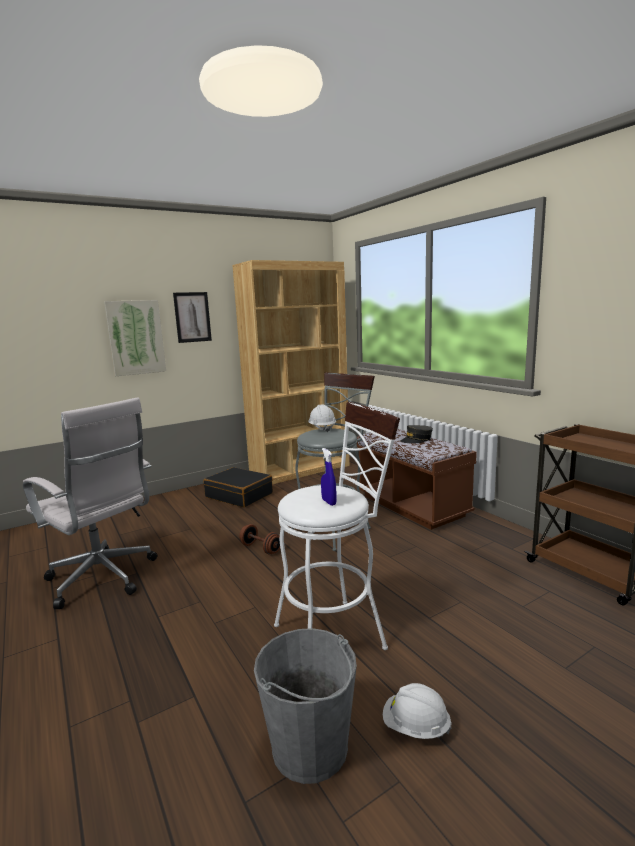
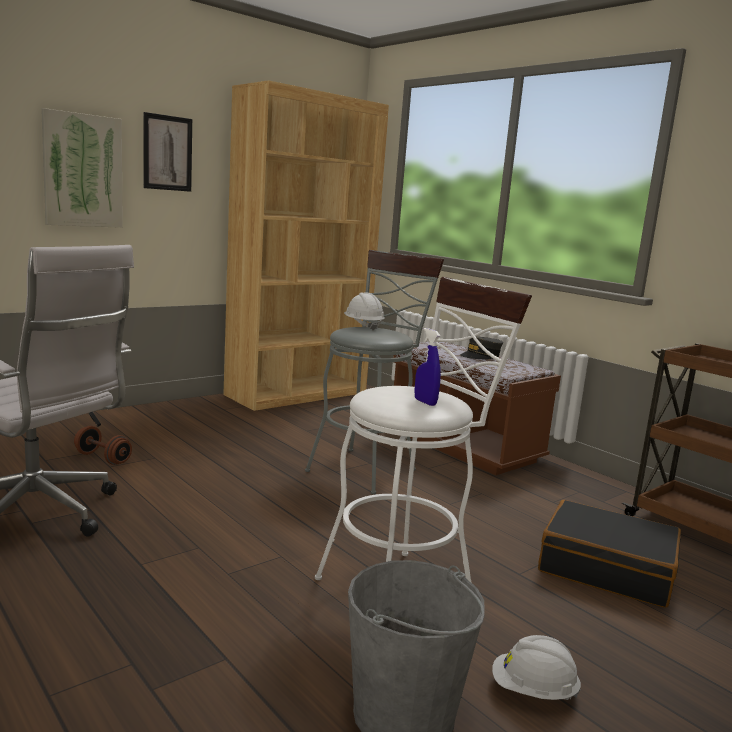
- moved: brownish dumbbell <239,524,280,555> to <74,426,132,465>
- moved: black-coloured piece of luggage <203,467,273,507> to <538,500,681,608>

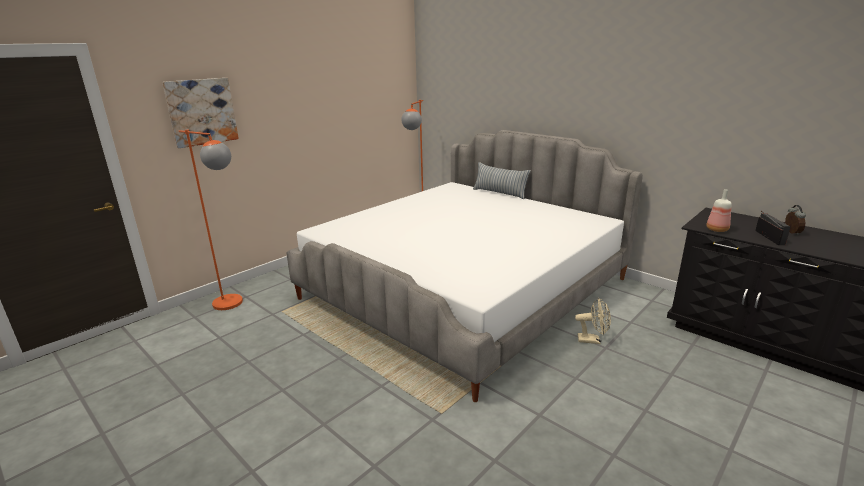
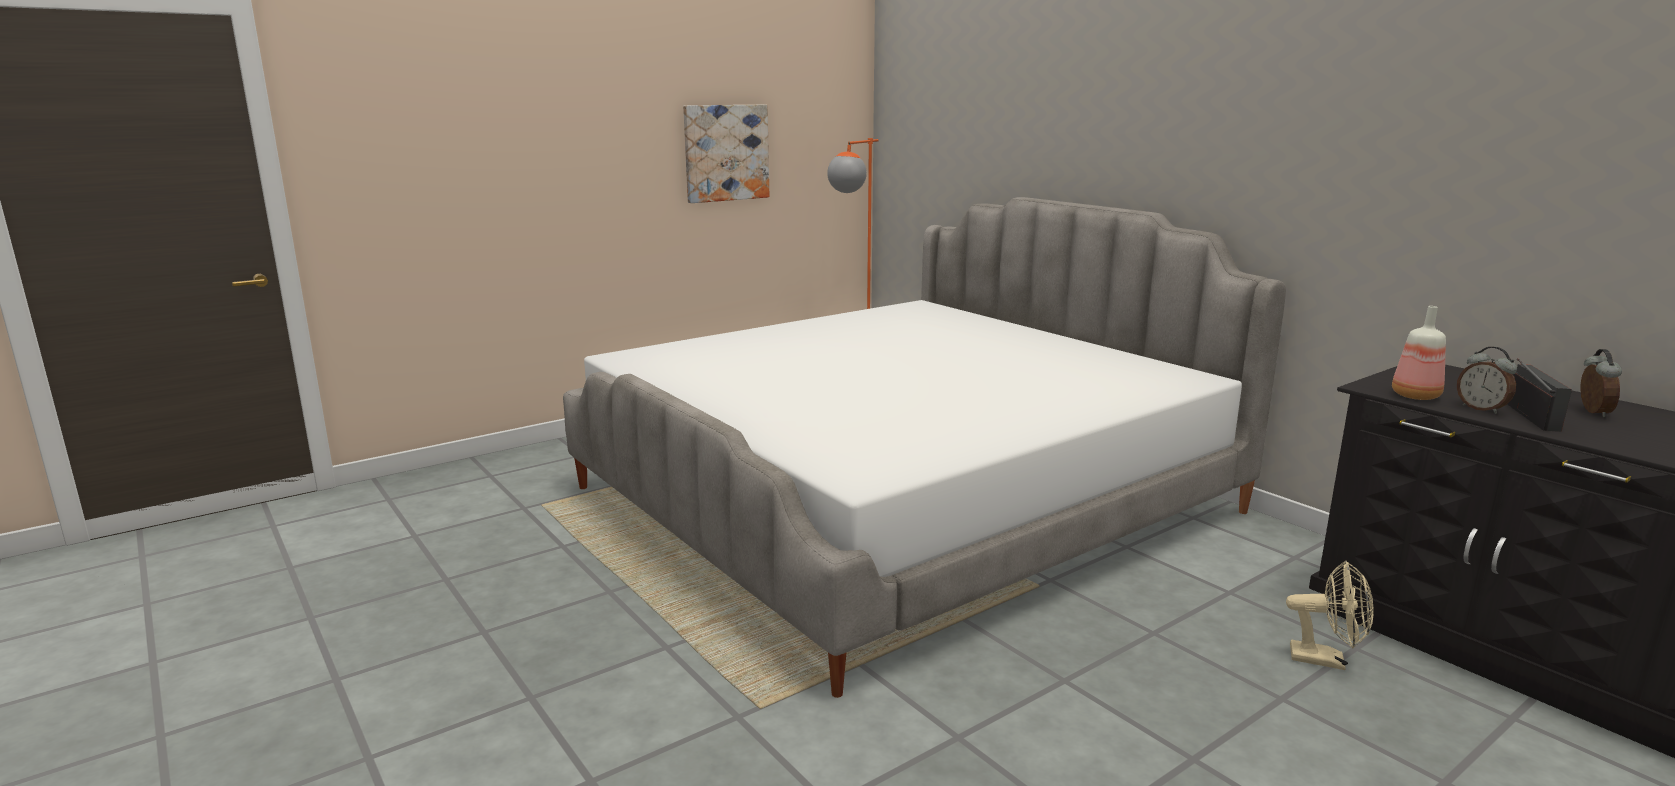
- moved: wall art <162,78,239,148> to <683,105,769,203>
- moved: beige cooling fan <575,298,611,344> to <1286,561,1374,670>
- added: alarm clock <1457,347,1517,414>
- removed: orange-coloured standing lamp <179,130,243,310>
- removed: cushion <473,162,531,199>

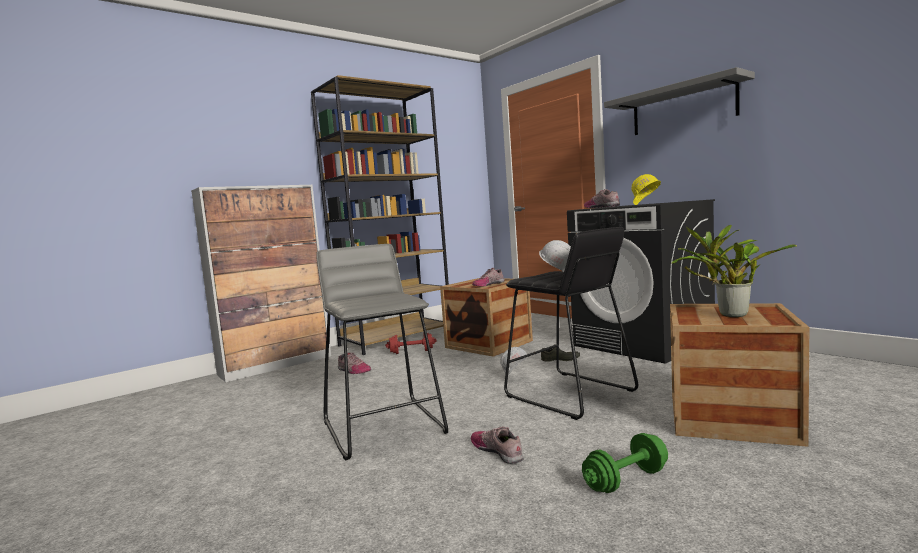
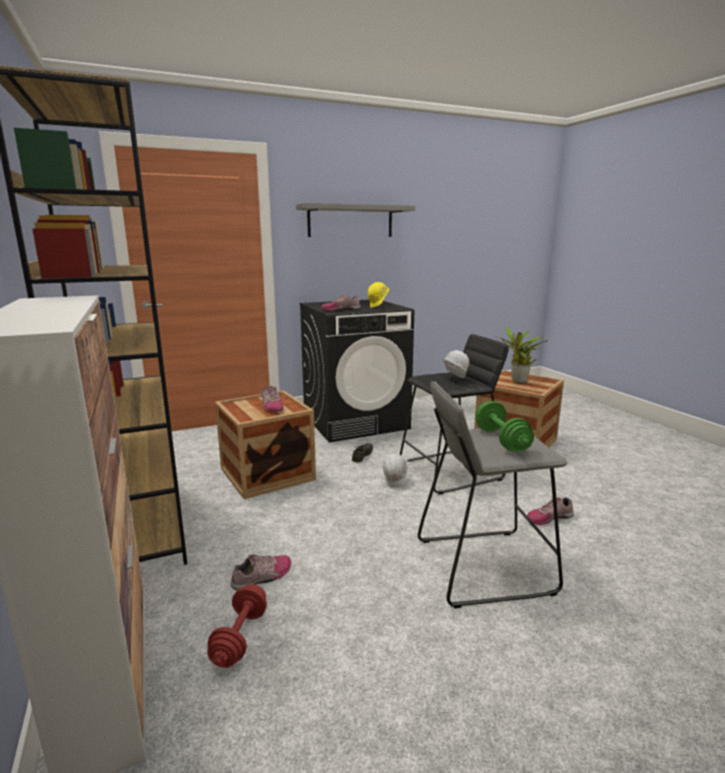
- moved: red-coloured dumbbell <385,332,437,354> to <207,584,267,668>
- moved: green-coloured dumbbell <582,433,668,493> to <476,401,534,452>

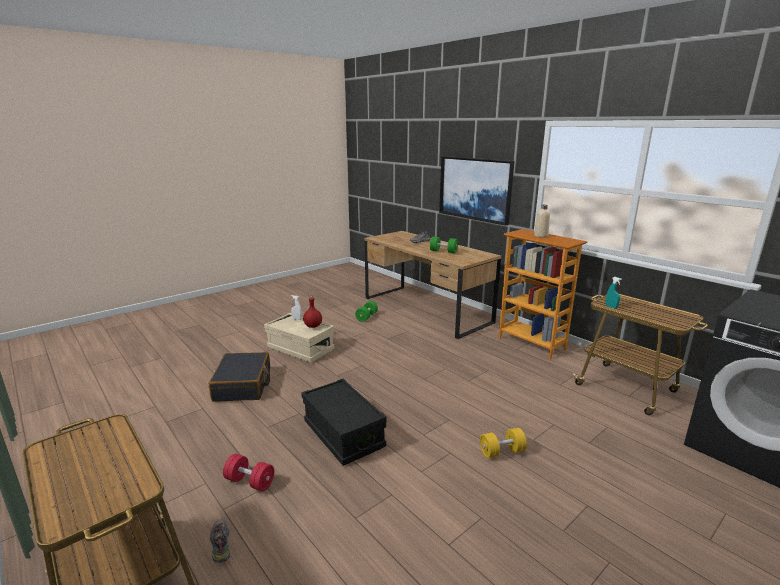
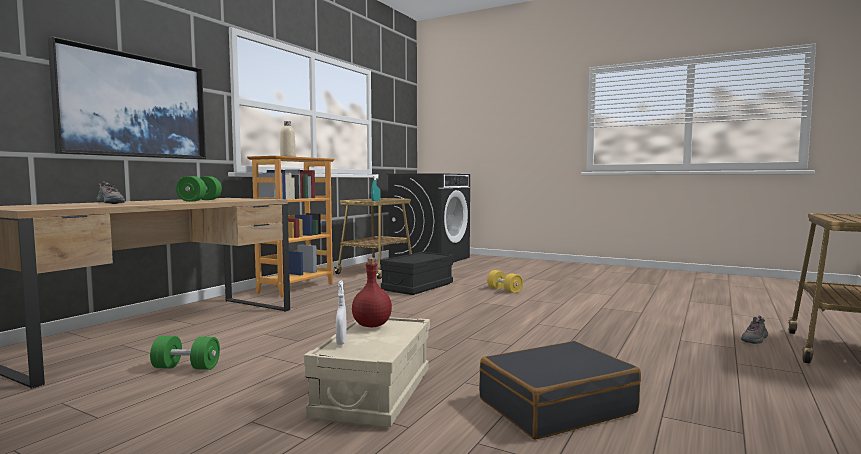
- moved: black-coloured storage box <301,379,387,466> to <380,251,454,295>
- removed: red-coloured dumbbell <223,454,274,491>

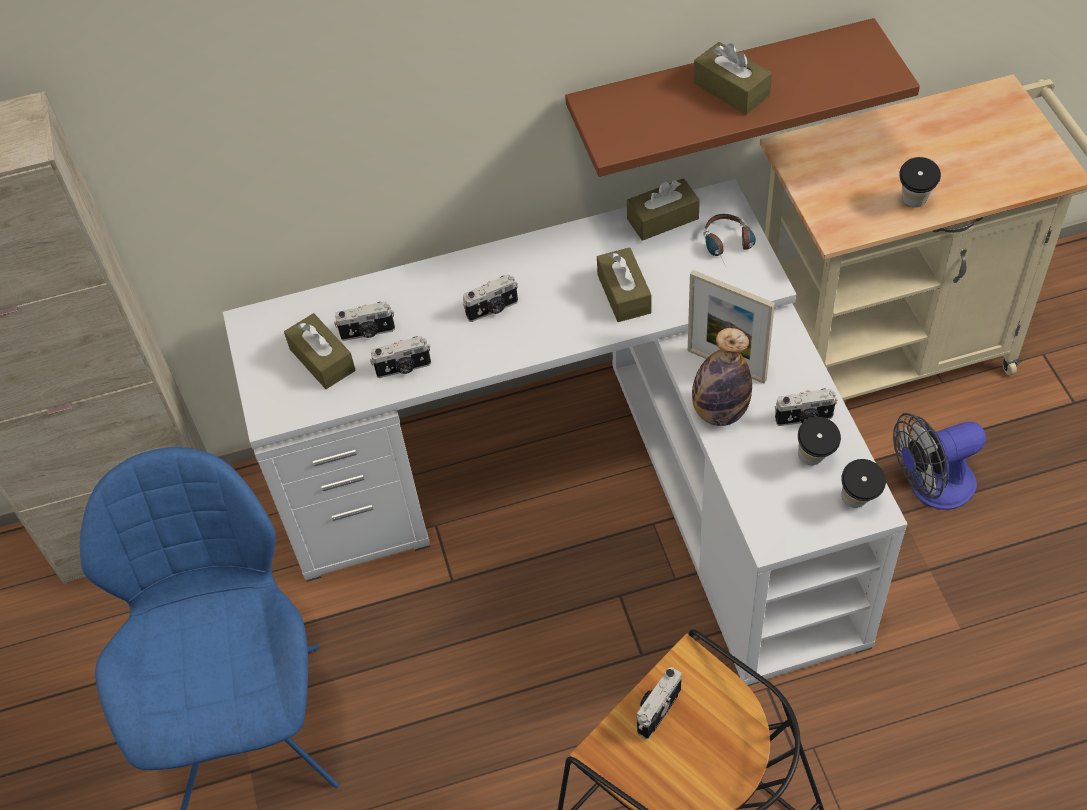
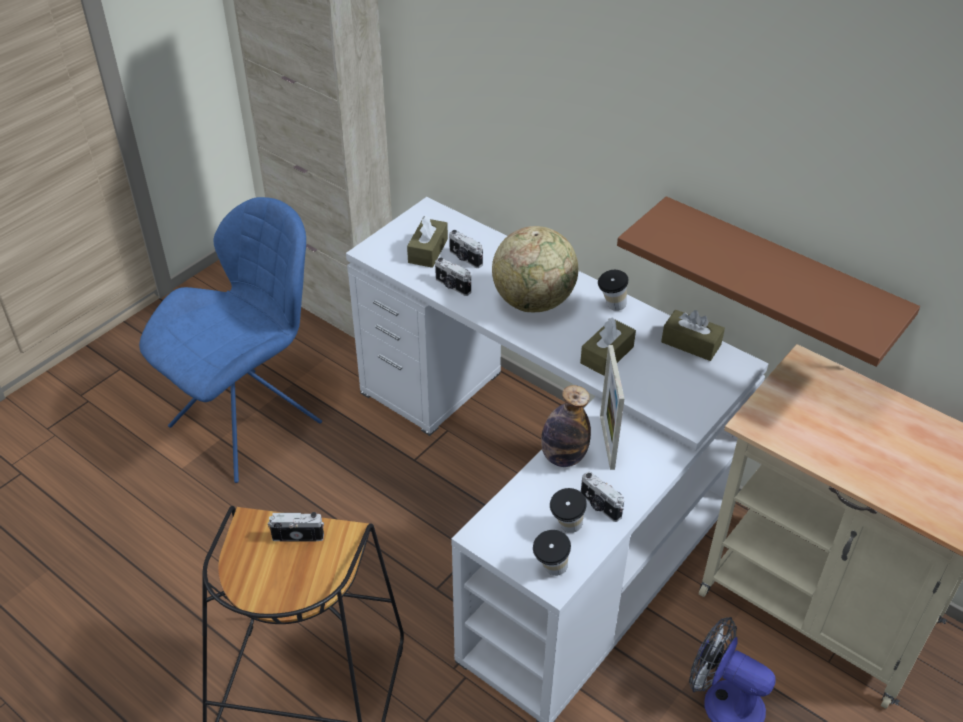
- replaced: still camera <463,274,518,322> to world globe <492,226,578,312>
- moved: cup <899,157,941,208> to <598,270,628,311>
- removed: brownish tissue holder <694,42,772,115>
- removed: headphones <704,214,756,264>

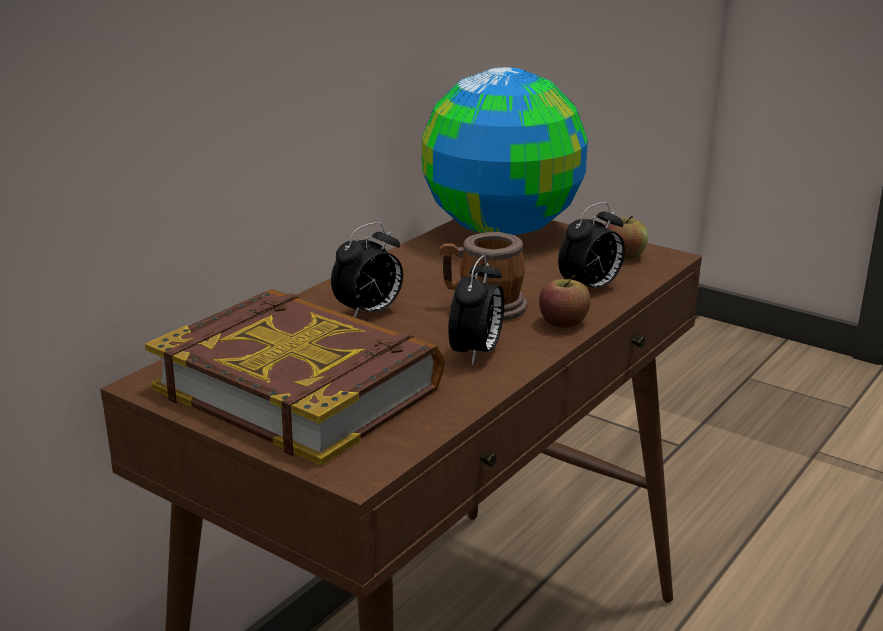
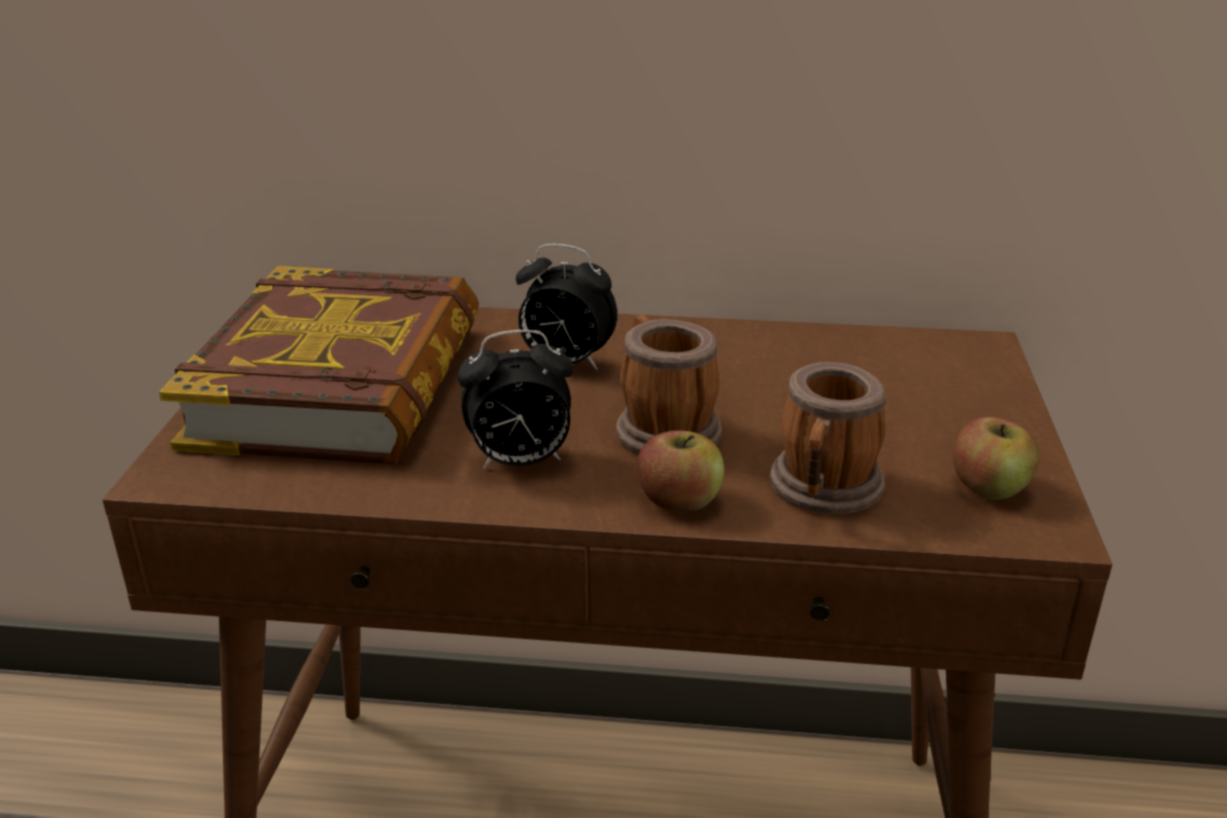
- replaced: alarm clock <558,202,625,288> to coffee mug <770,362,886,514>
- removed: world globe <422,67,588,235>

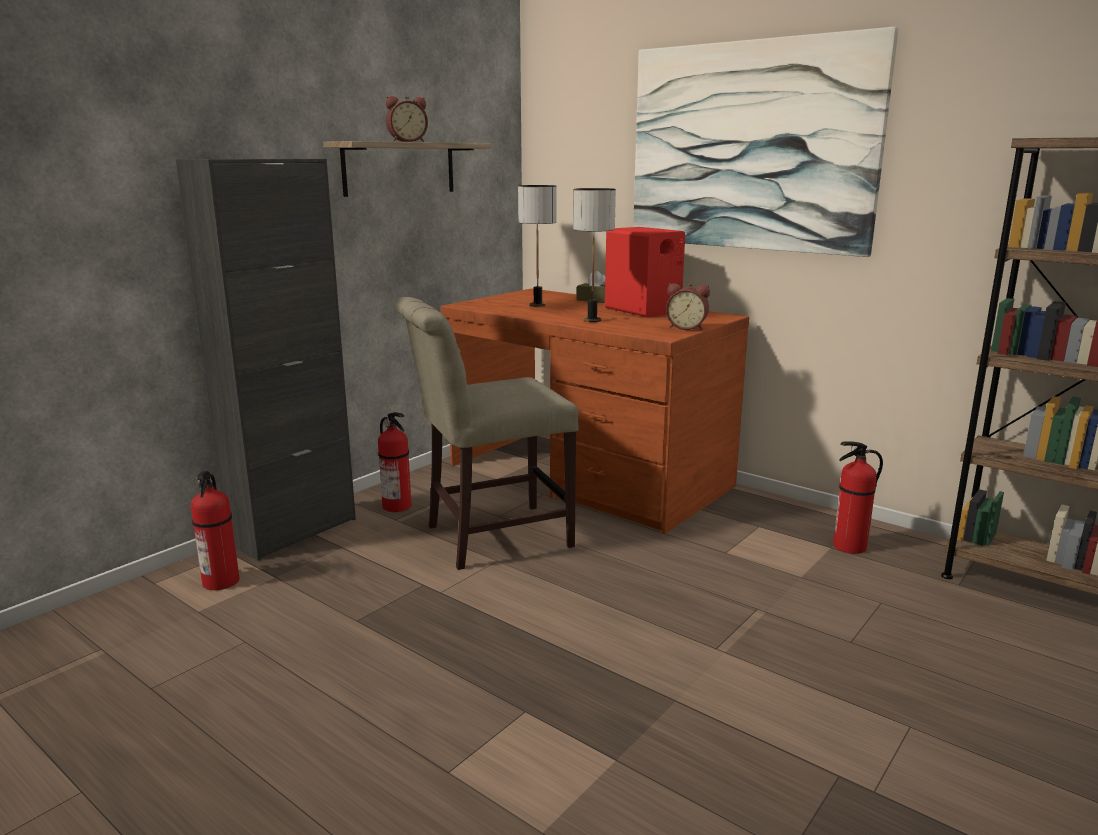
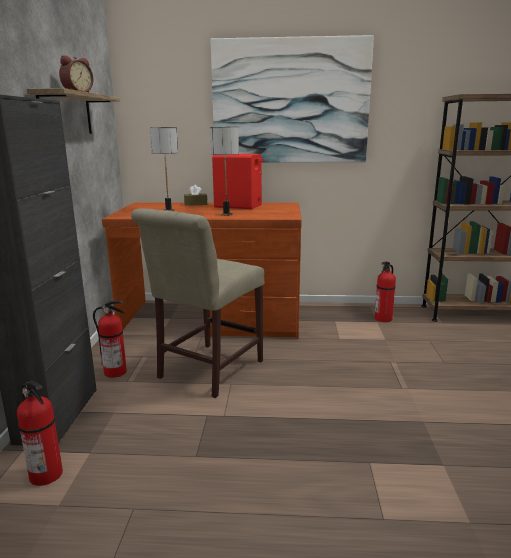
- removed: alarm clock <666,283,710,330>

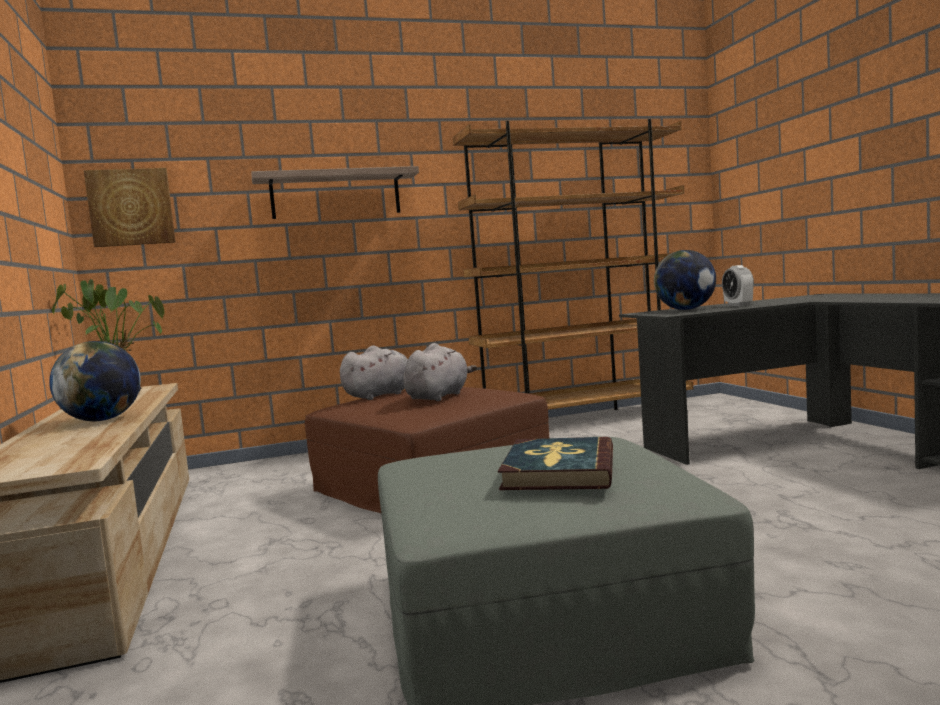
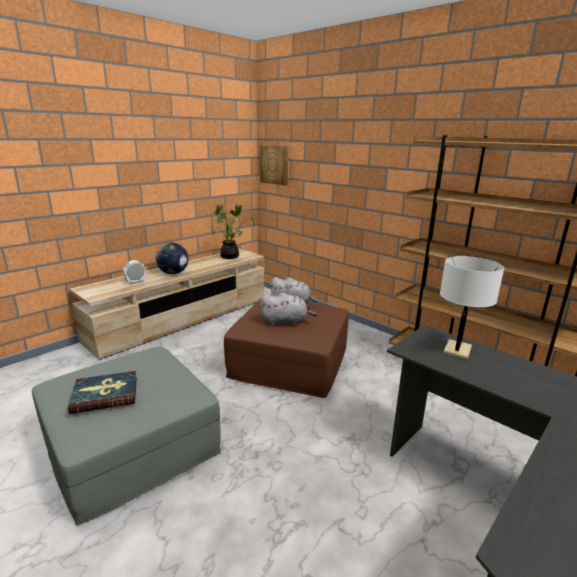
- moved: alarm clock <722,265,754,306> to <123,260,146,284>
- replaced: world globe <654,250,716,310> to white table lamp <440,255,505,360>
- removed: bracket shelf <251,166,419,219>

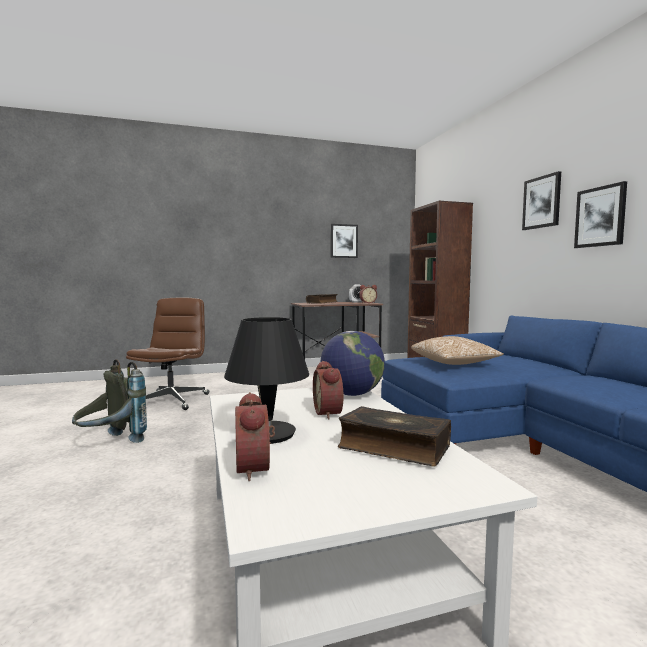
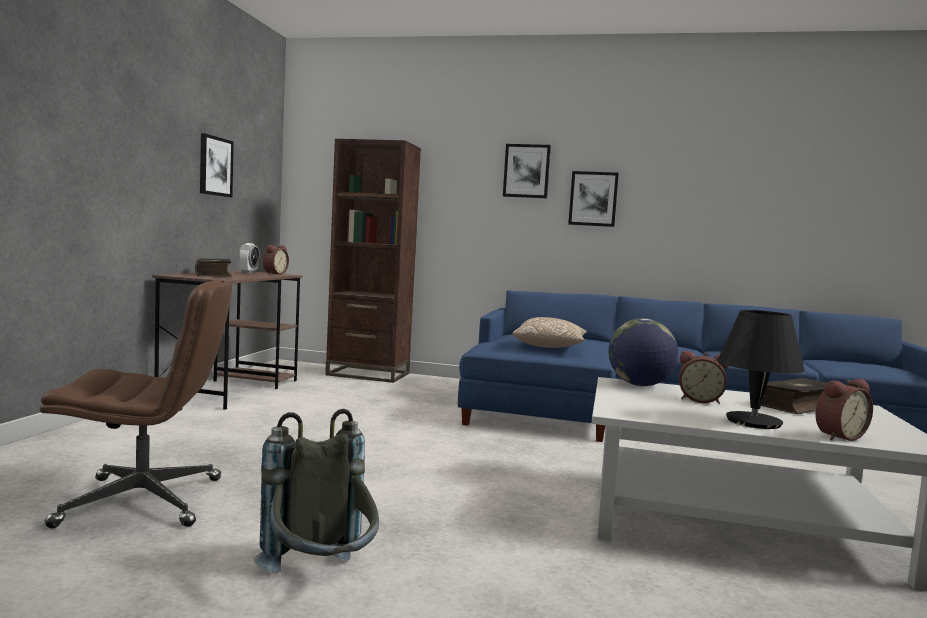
- turned: brownish computer chair <126,298,209,410> = <40,280,232,528> 135 degrees clockwise
- turned: alarm clock <235,392,275,481> = <816,379,873,441> 45 degrees counterclockwise

